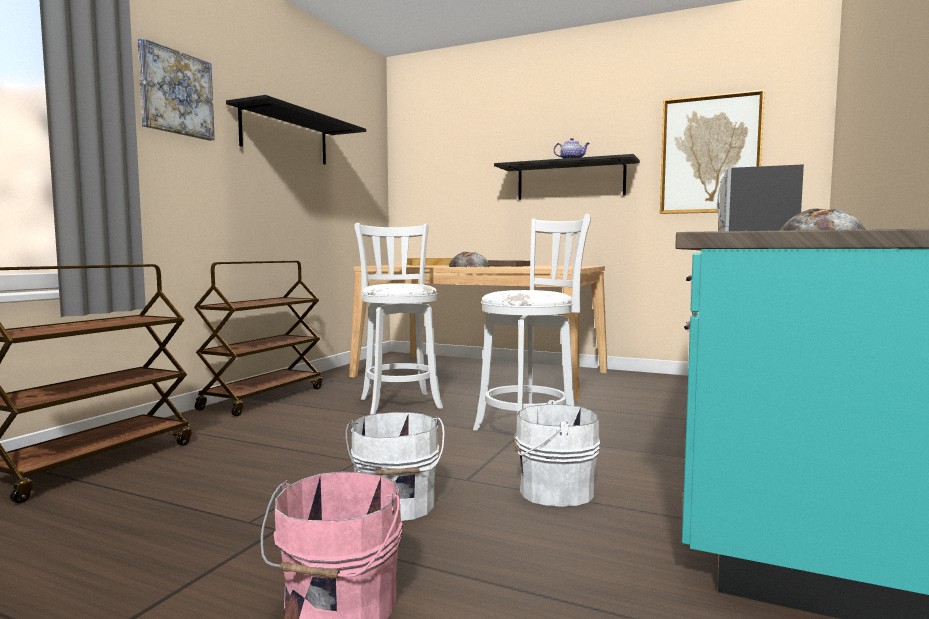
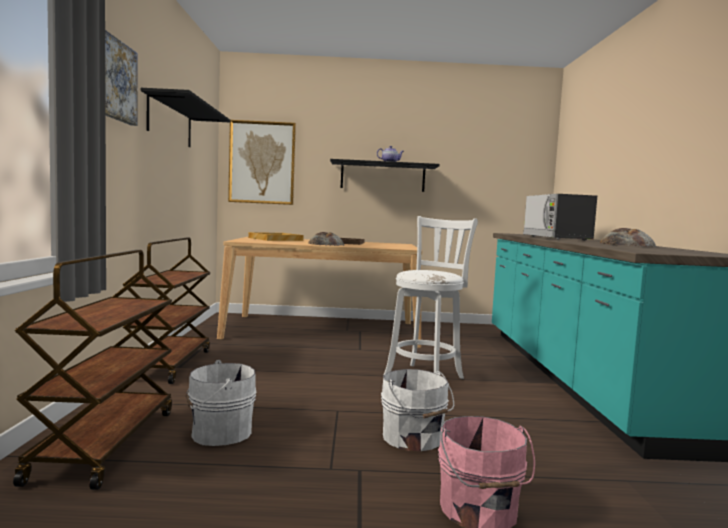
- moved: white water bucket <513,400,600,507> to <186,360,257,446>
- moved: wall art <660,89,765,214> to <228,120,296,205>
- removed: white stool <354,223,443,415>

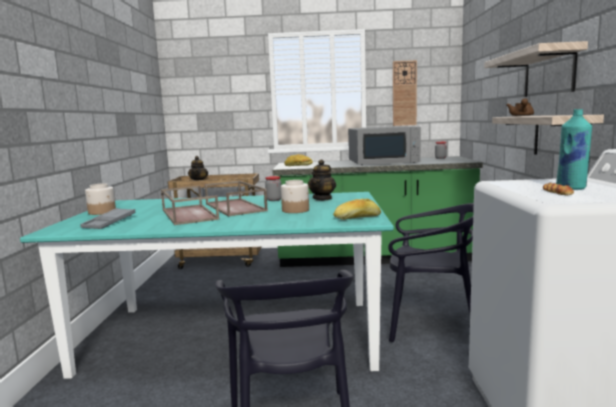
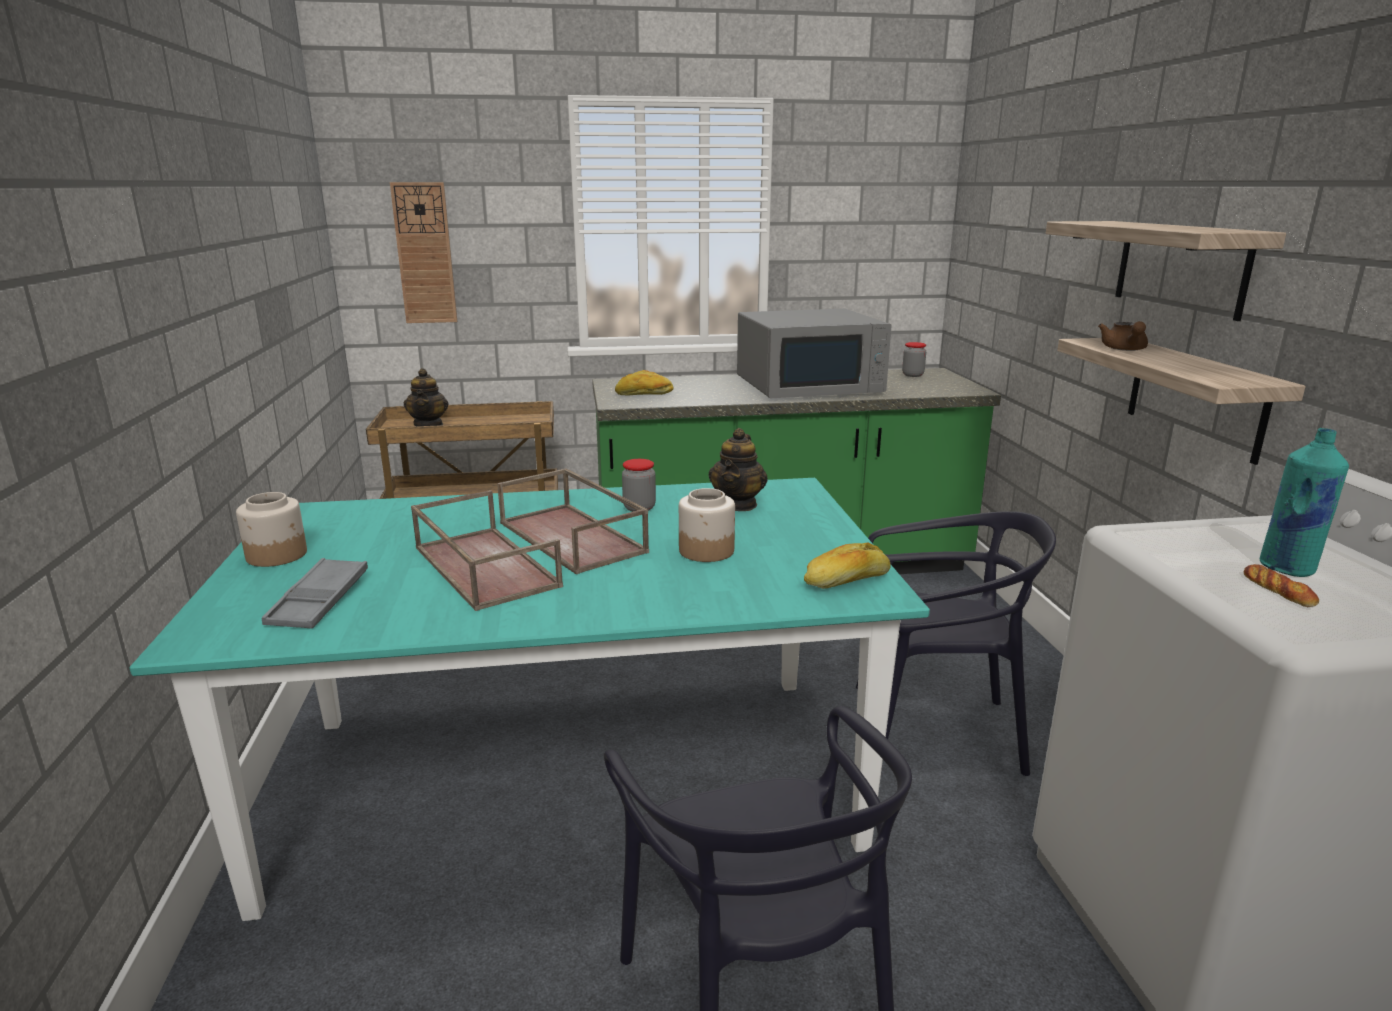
- moved: wall clock <393,60,417,126> to <390,182,457,323>

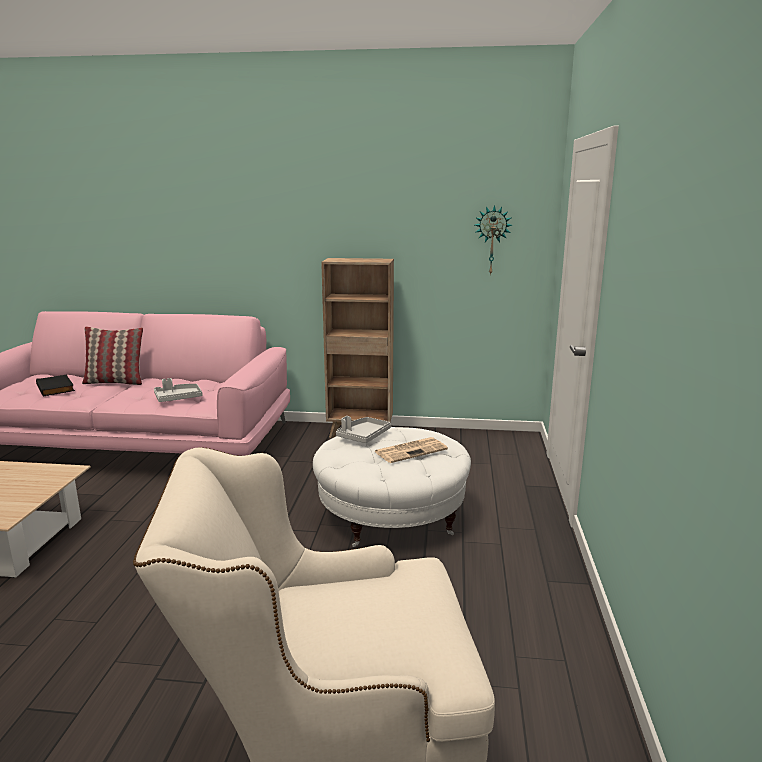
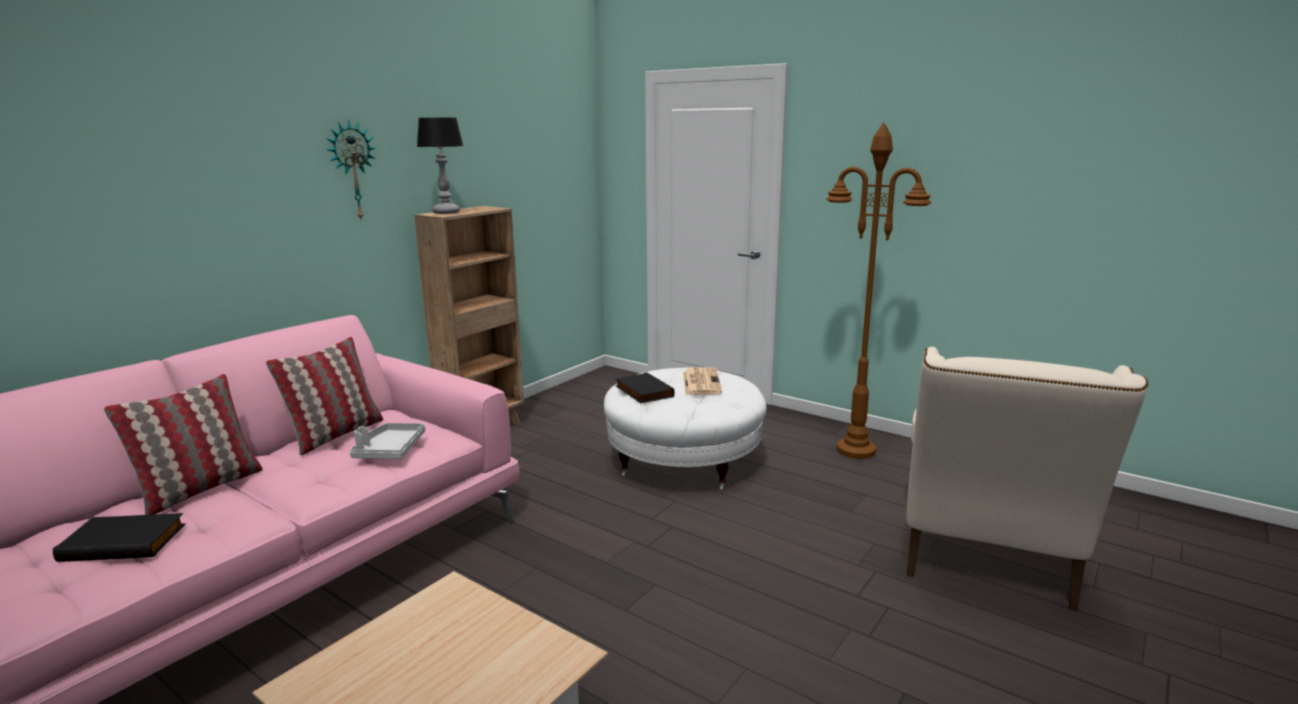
- added: cushion <266,337,383,455>
- moved: wall clock <475,205,512,276> to <327,120,376,219>
- added: table lamp <417,118,463,214>
- replaced: grey serving tray <336,416,391,443> to black-coloured bound book <616,372,675,403>
- added: brownish standing lamp <826,122,931,459>

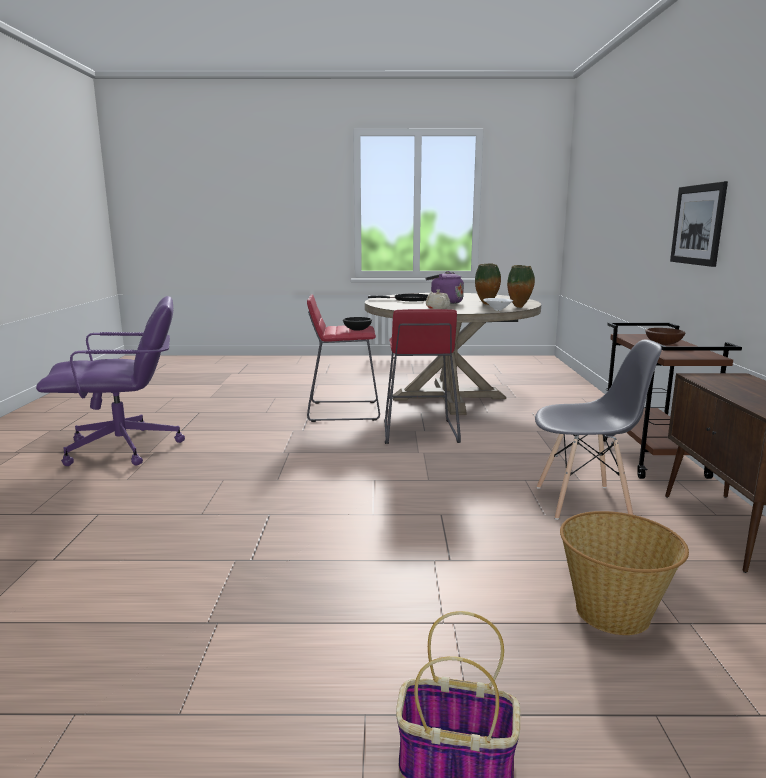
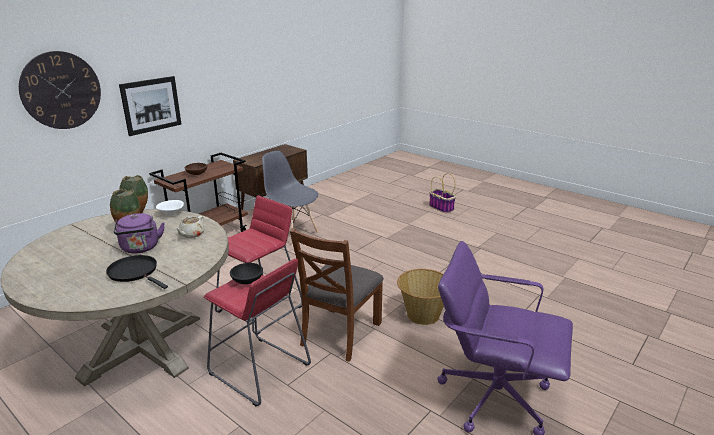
- added: wall clock <19,51,101,129>
- added: brownish upright chair <290,228,384,362>
- moved: basket <560,511,689,635> to <397,269,444,325>

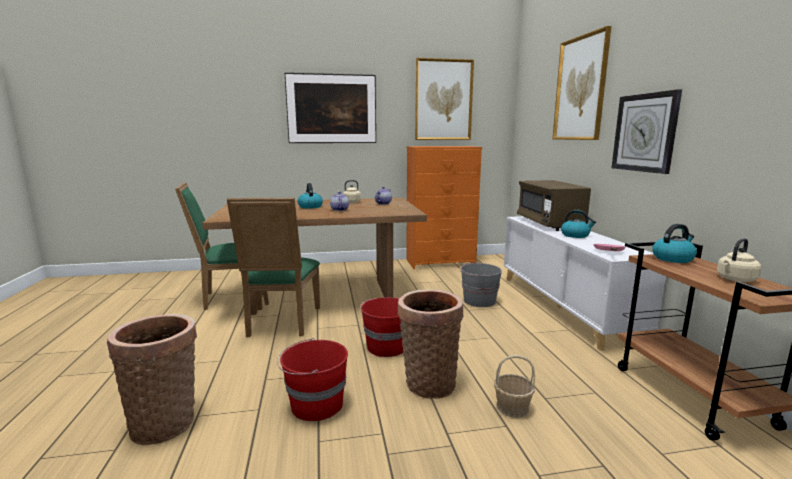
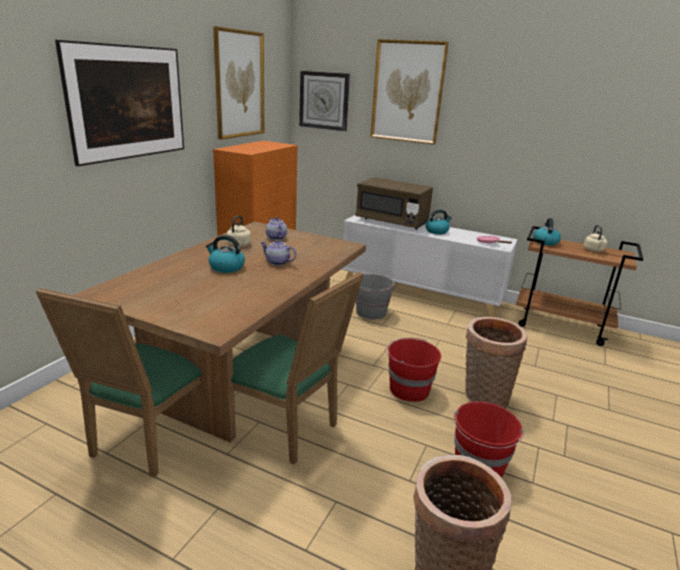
- moved: wall clock <612,89,682,174> to <299,71,350,131>
- removed: basket <494,355,535,418>

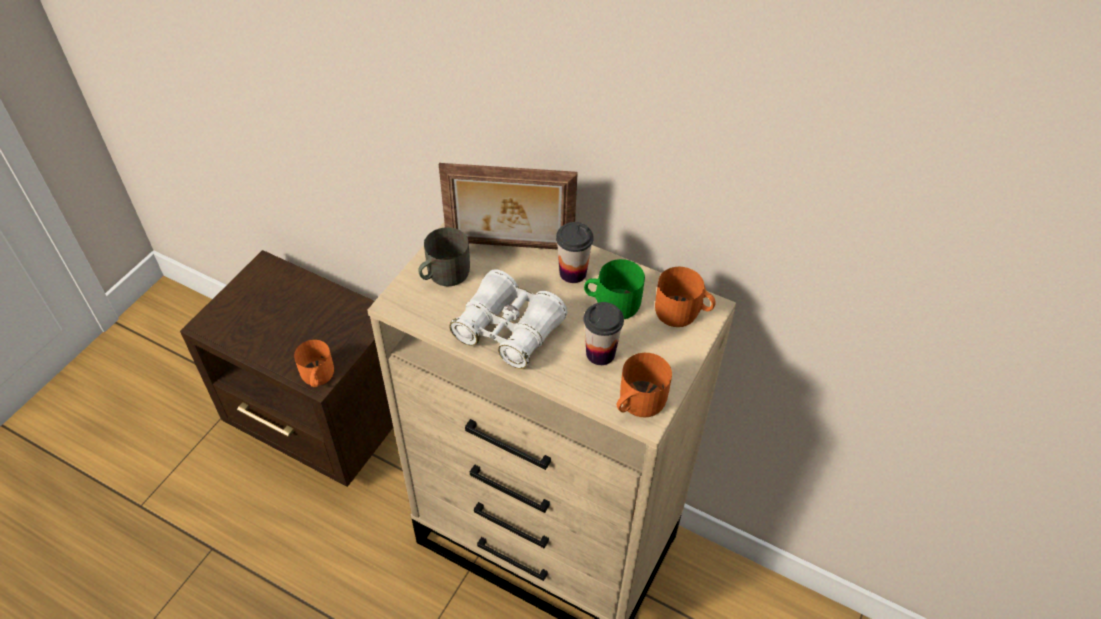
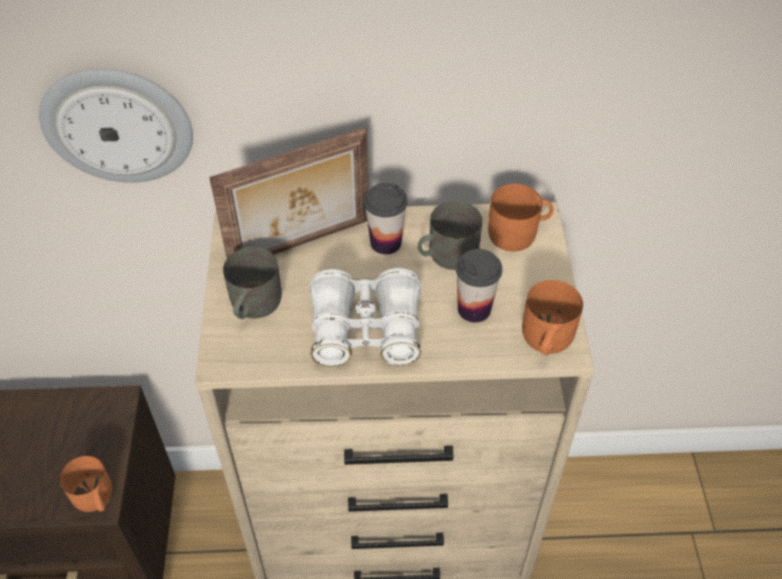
- added: wall clock <39,69,193,183>
- recoloured: green-coloured coffee mug <584,259,645,319> to grey coffee mug <418,201,482,270>

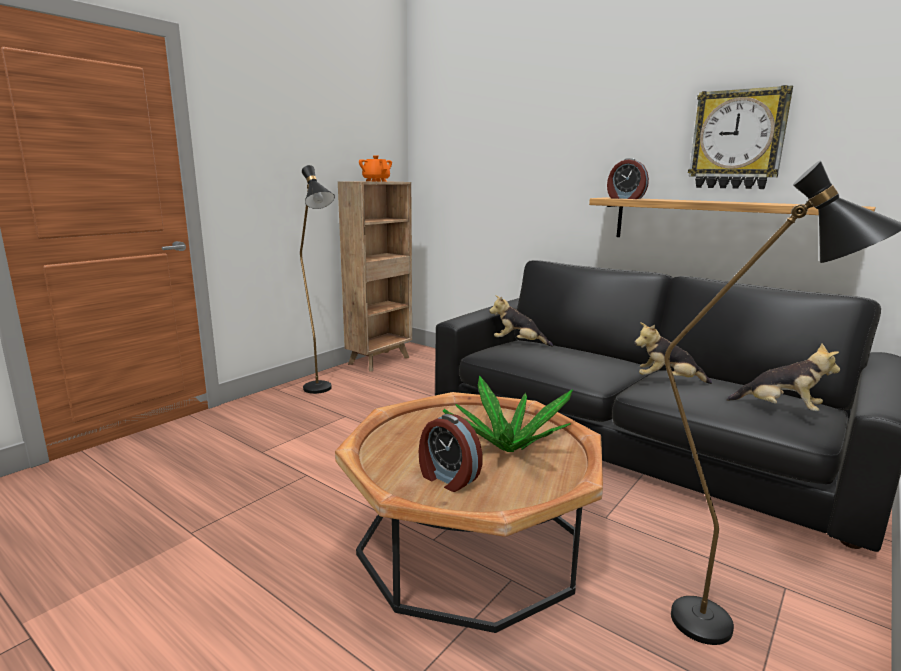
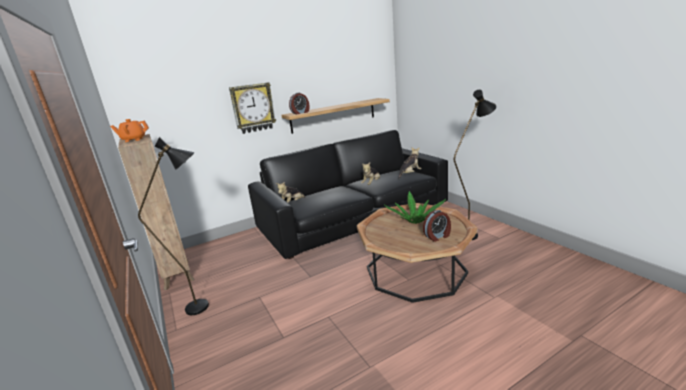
- moved: wall clock <688,85,793,189> to <229,82,276,134>

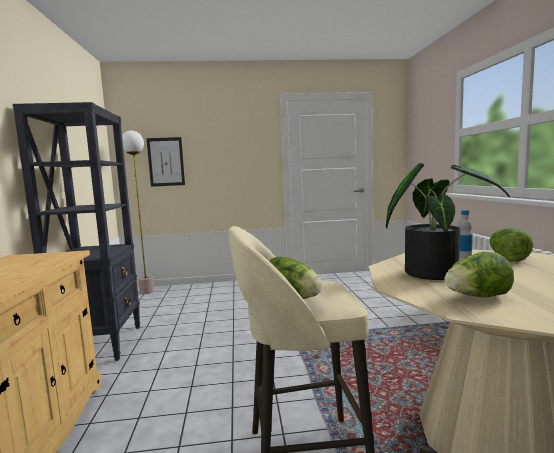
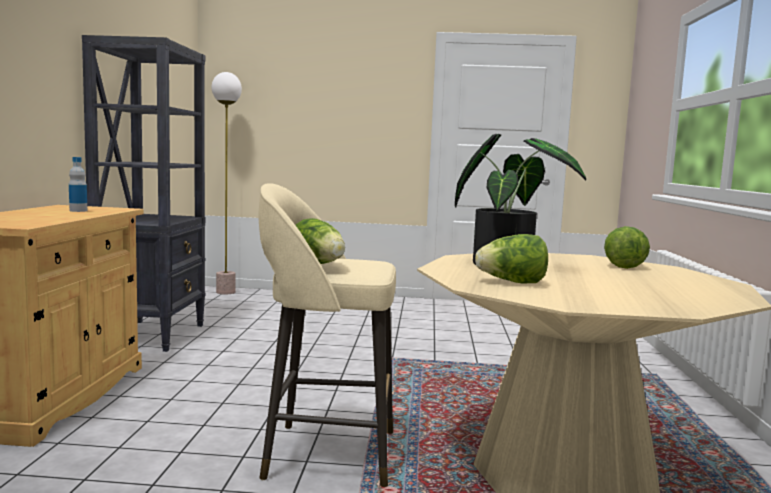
- moved: beverage bottle <458,210,473,258> to <69,157,87,212>
- removed: wall art <146,137,185,187>

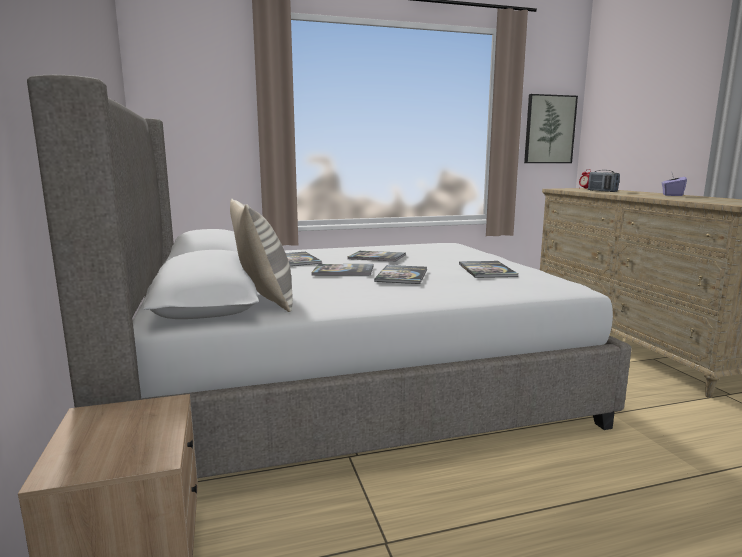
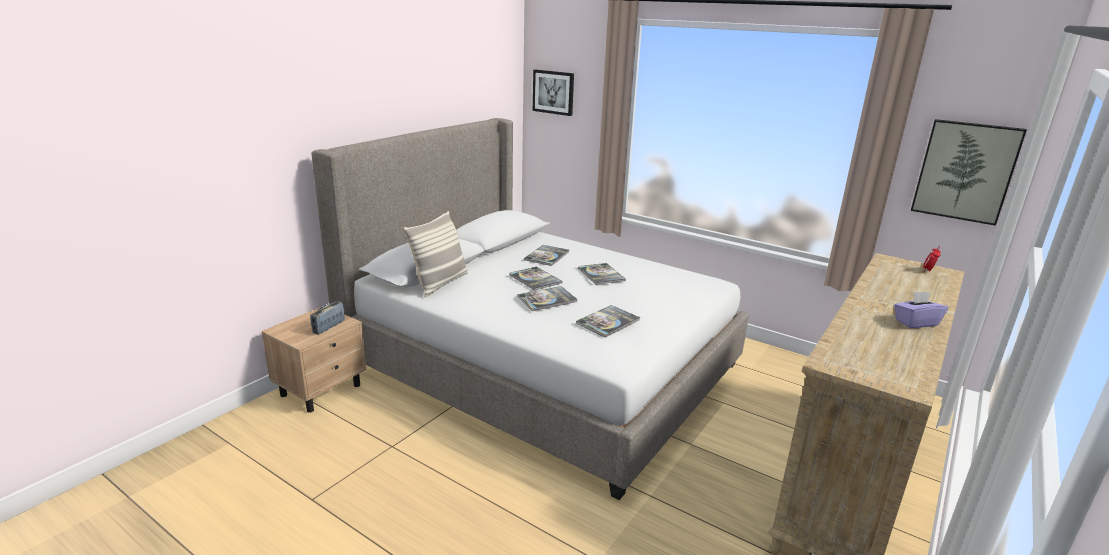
- moved: radio <588,170,620,192> to <310,301,345,335>
- added: wall art <533,70,574,116>

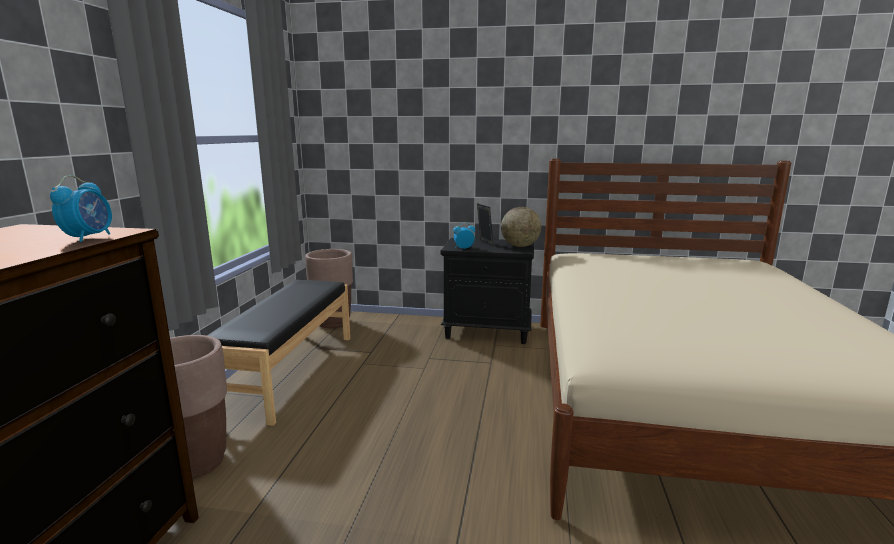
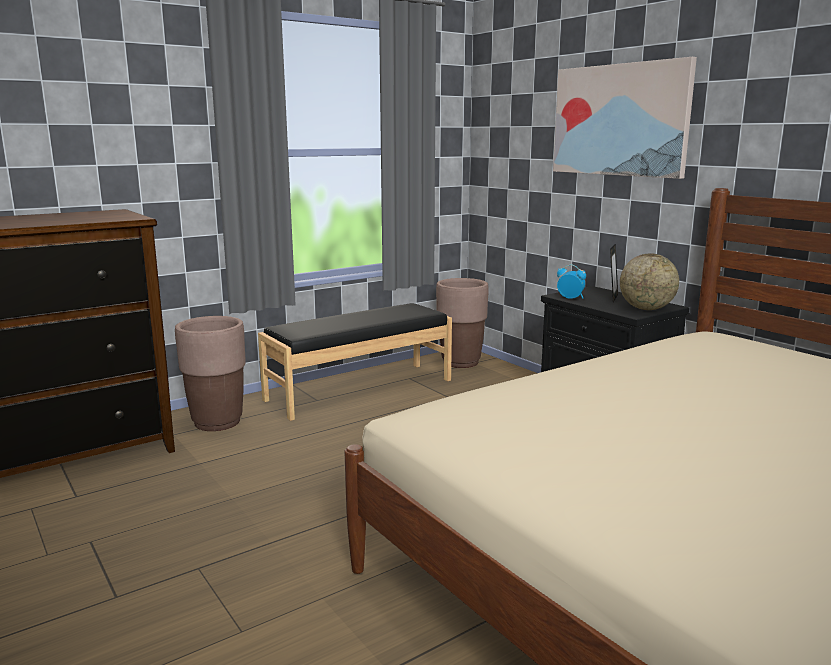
- added: wall art <553,57,697,179>
- removed: alarm clock <50,175,112,242>

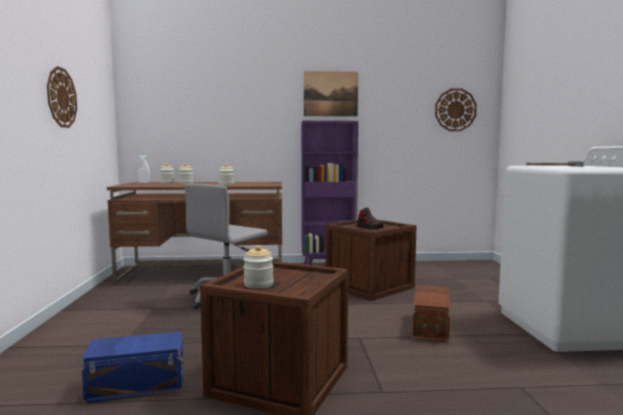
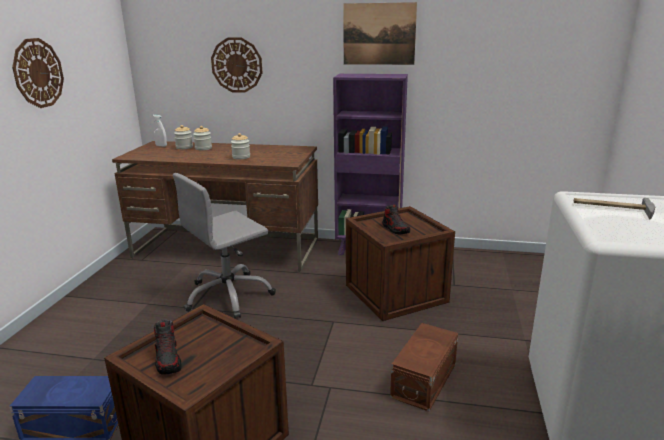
- replaced: storage jar <243,245,273,289> to shoe <154,319,182,375>
- moved: wall clock <435,88,477,131> to <211,37,262,93>

